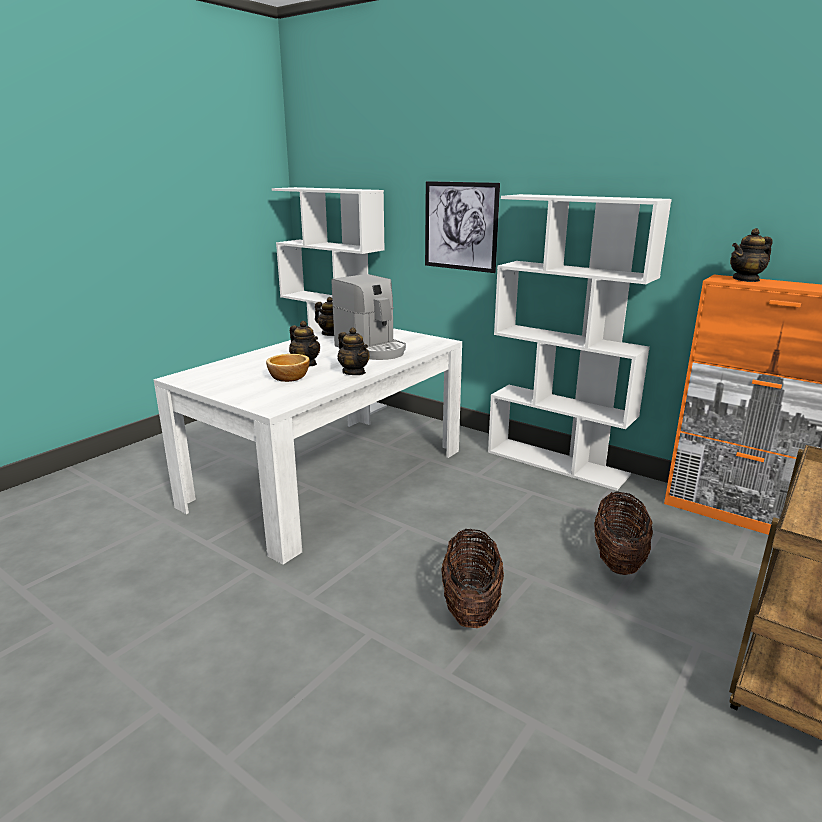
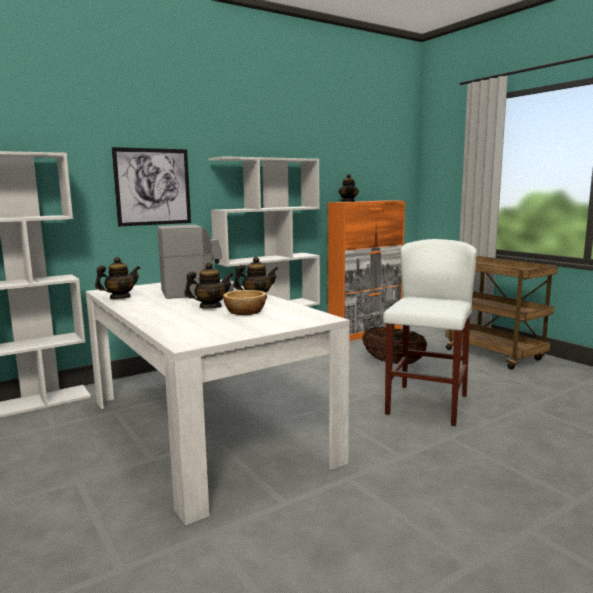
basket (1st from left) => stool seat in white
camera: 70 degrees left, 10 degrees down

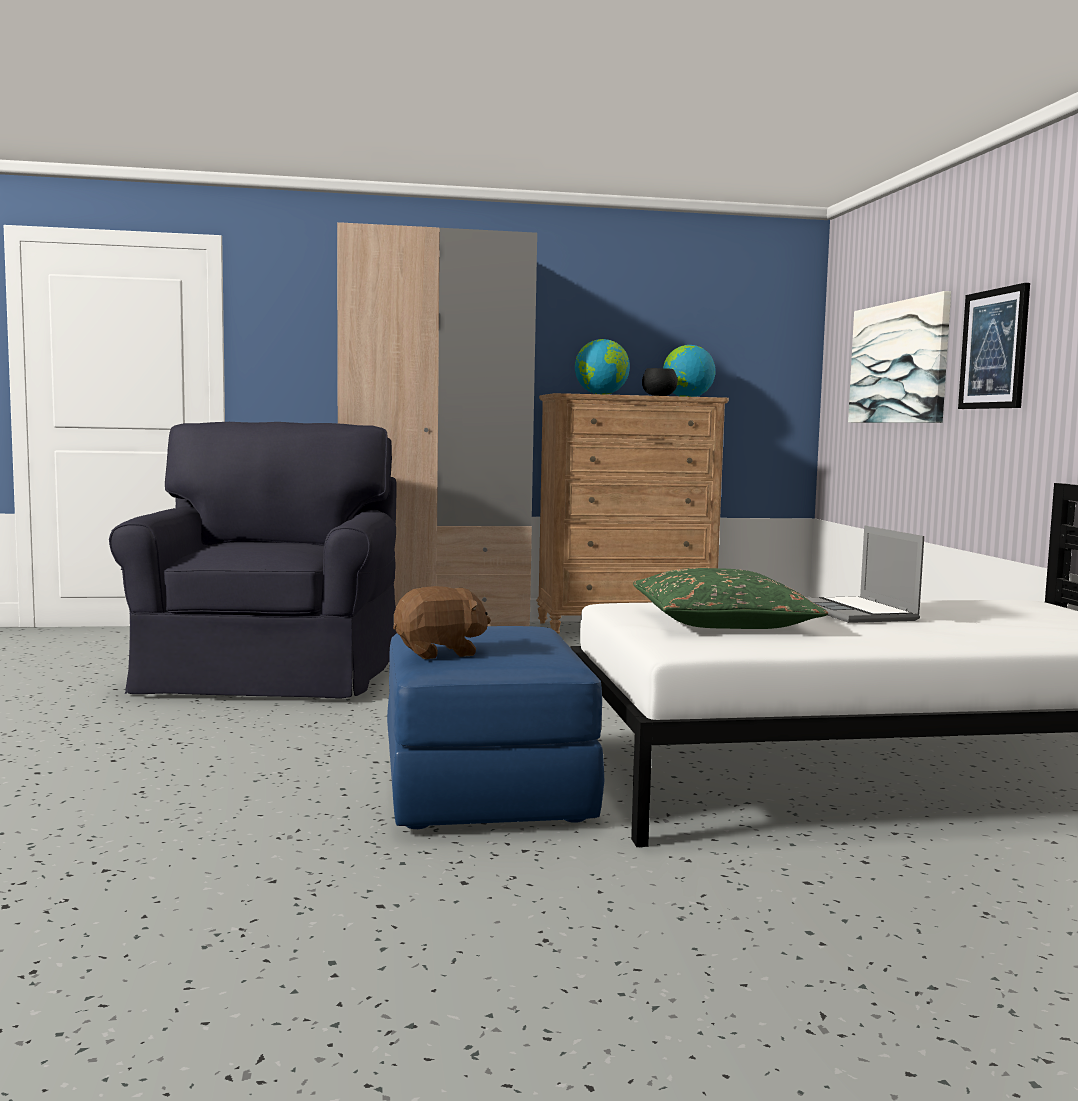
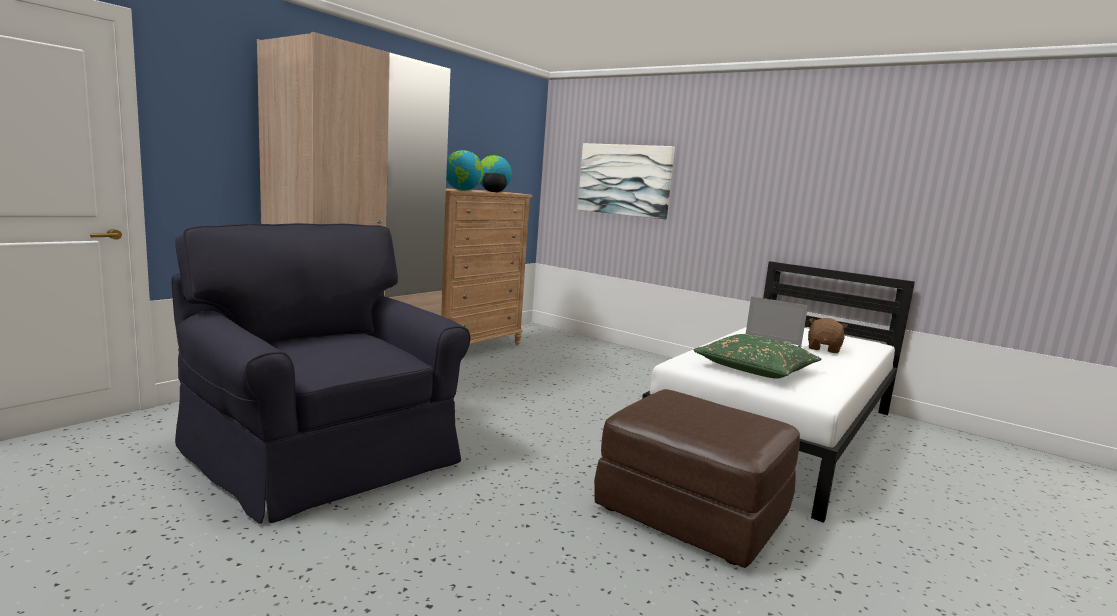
wall picture (2nd from left) => nothing
cuddly toy in brown, move
footrest in blue-coloured => footrest in brown
camera: 45 degrees left, 5 degrees up

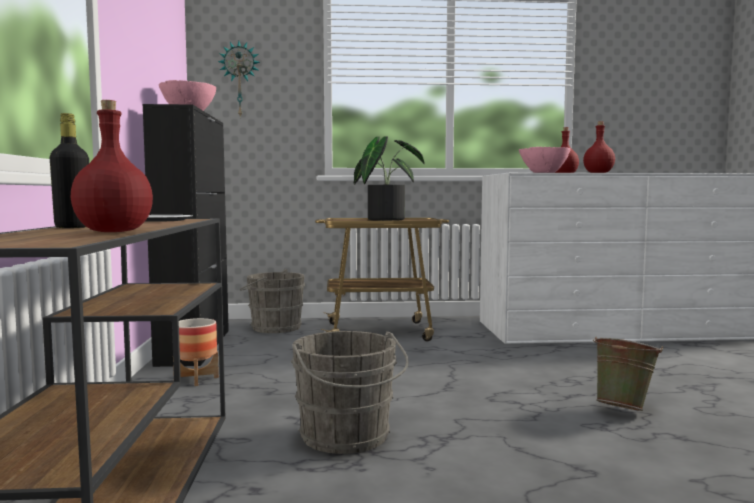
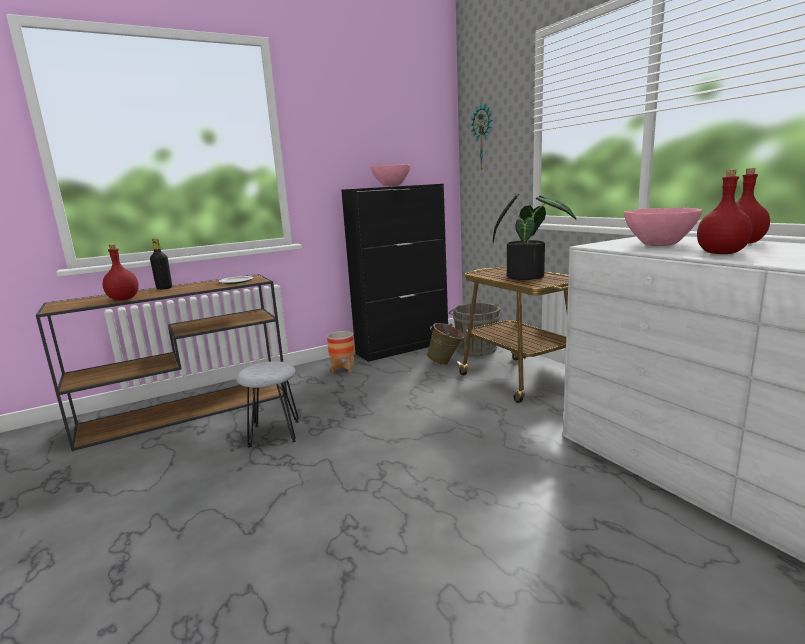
bucket in green, move
bucket in grey (2nd from left) => stool seat in grey
camera: 65 degrees right, 10 degrees up

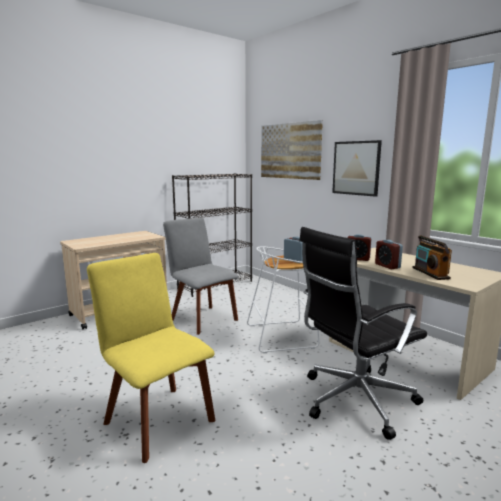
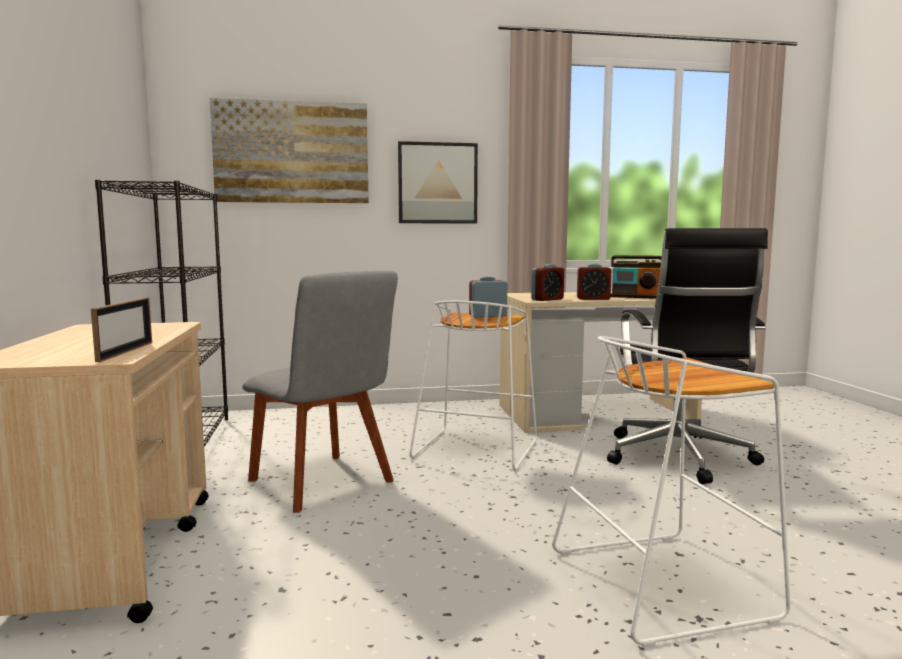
nothing => photo frame
chair in yellow => stool seat in white (2nd from left)
chair in grey, 120 degrees counterclockwise
camera: 60 degrees left, 5 degrees down

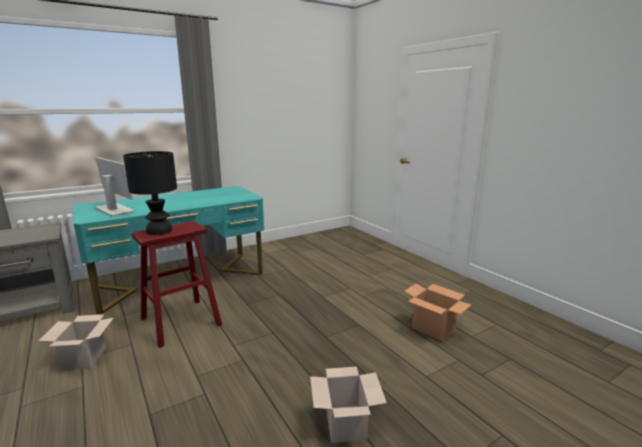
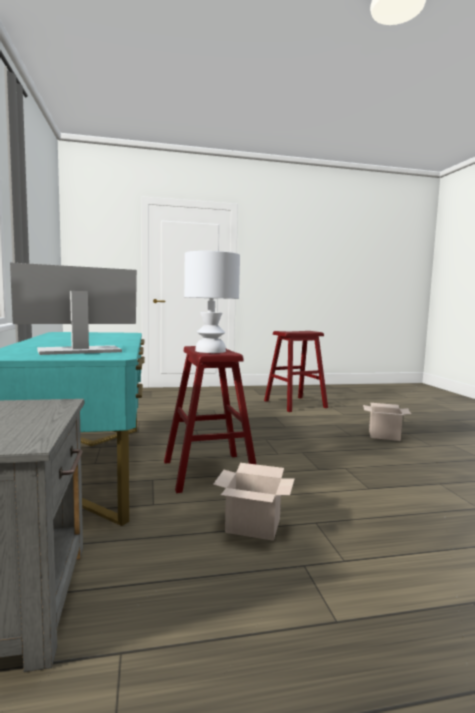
carton (3rd from left) => stool seat in red-coloured (2nd from left)
table lamp in blackish => table lamp in white
camera: 70 degrees left, 10 degrees down

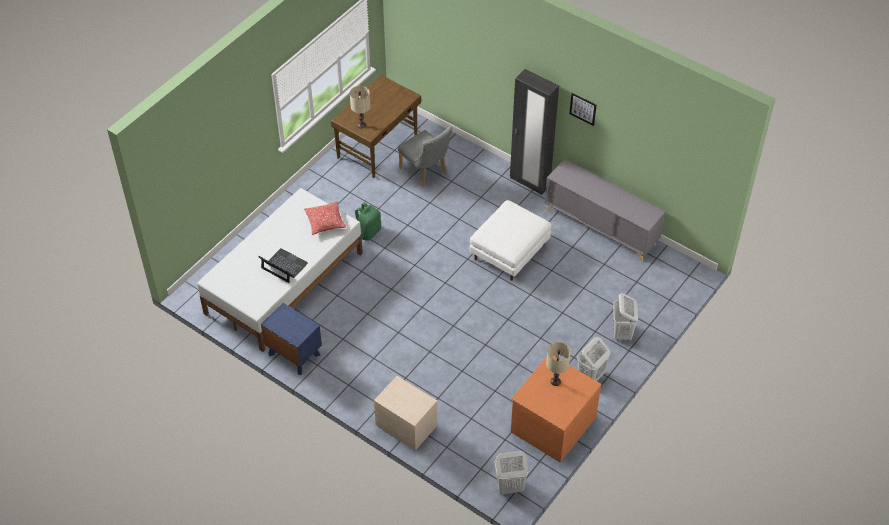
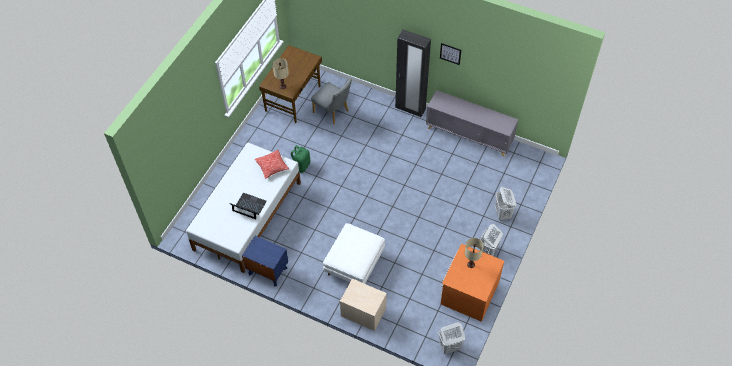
footrest in white, move
camera: 10 degrees left, 5 degrees up

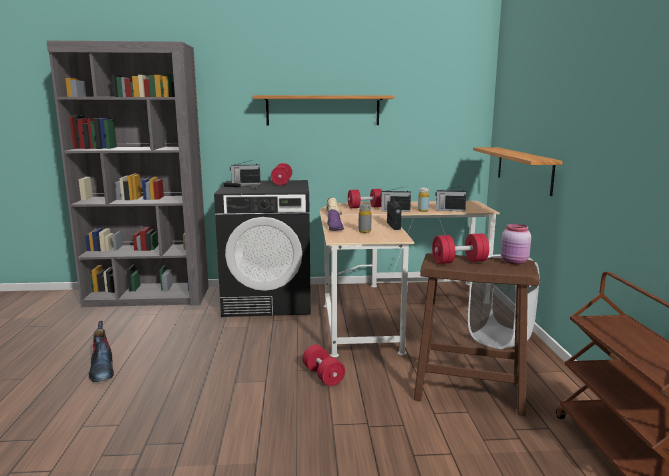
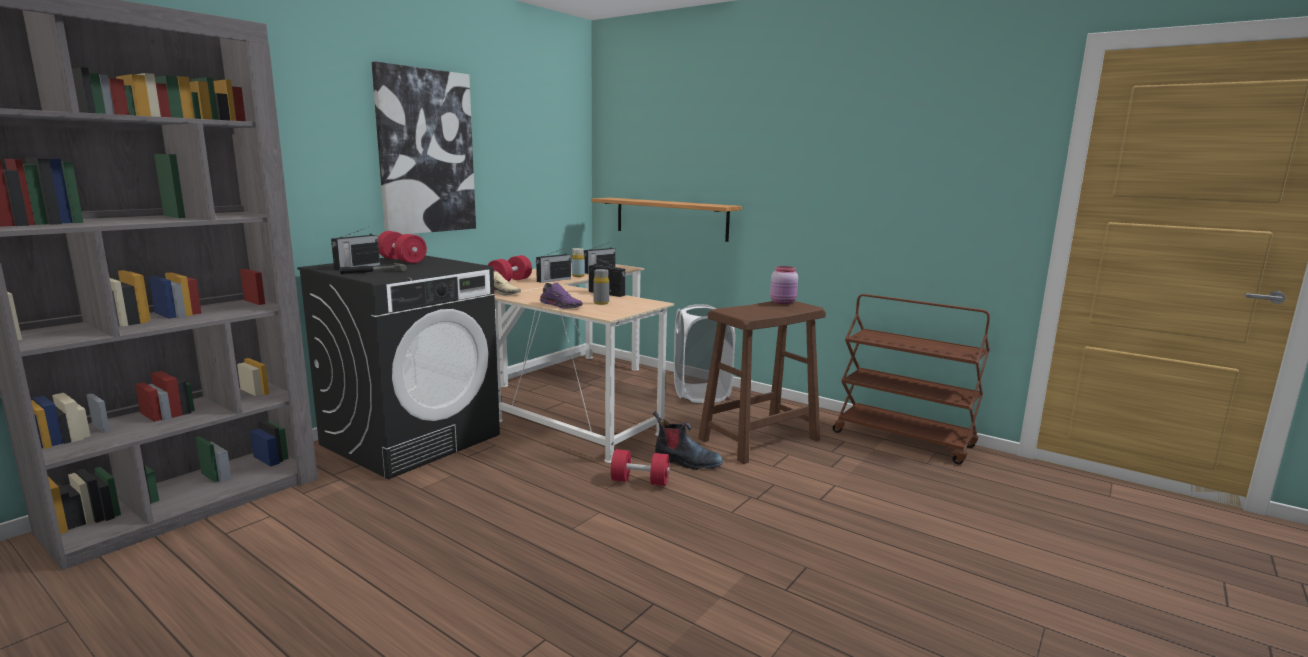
hand weight in red-coloured (4th from left) => nothing
tall boot, move
wall shelf (1st from left) => wall picture
camera: 50 degrees left, 0 degrees up

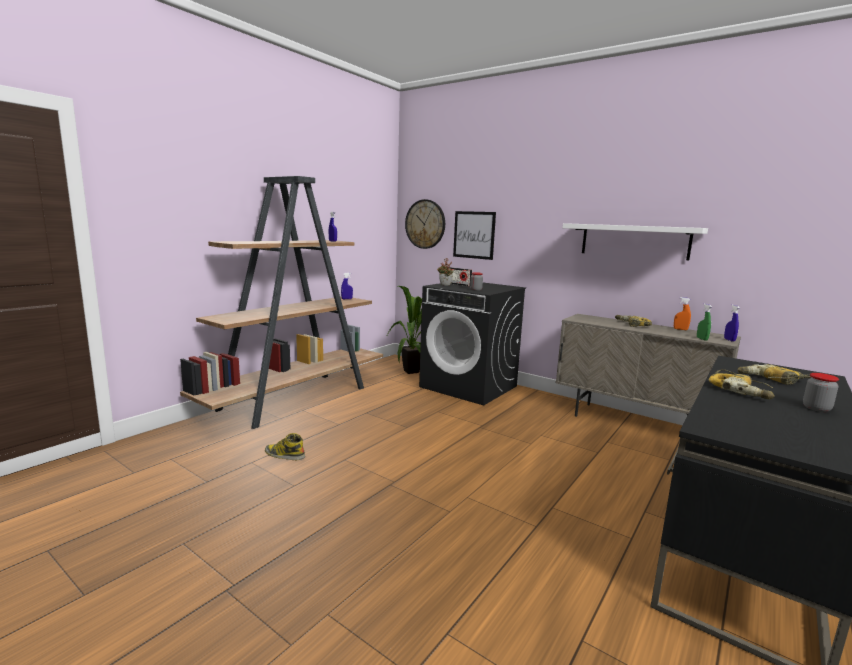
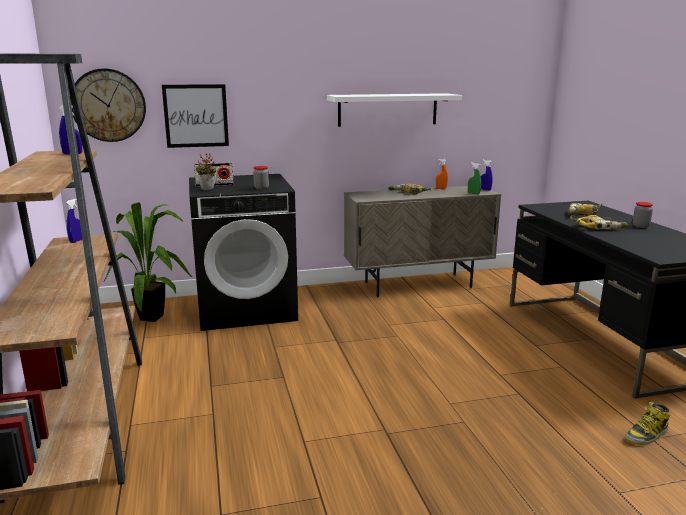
tall boot, move
camera: 50 degrees left, 5 degrees up

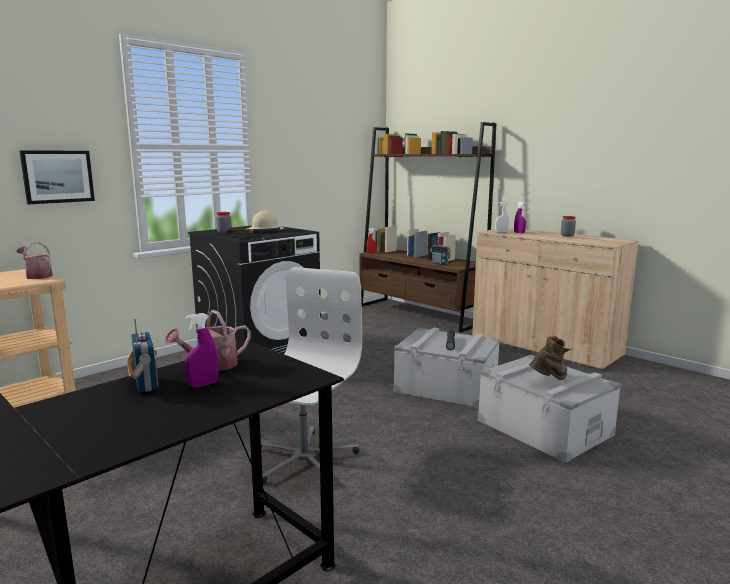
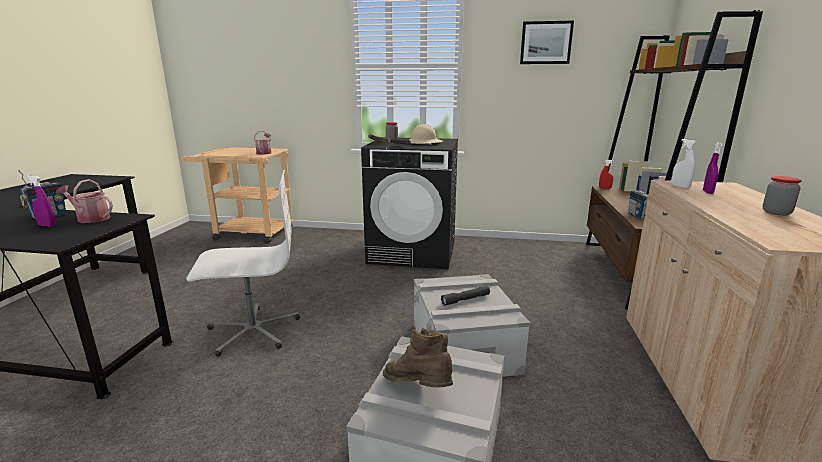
wall picture, move
tall boot in brown, 150 degrees counterclockwise
camera: 55 degrees right, 5 degrees up

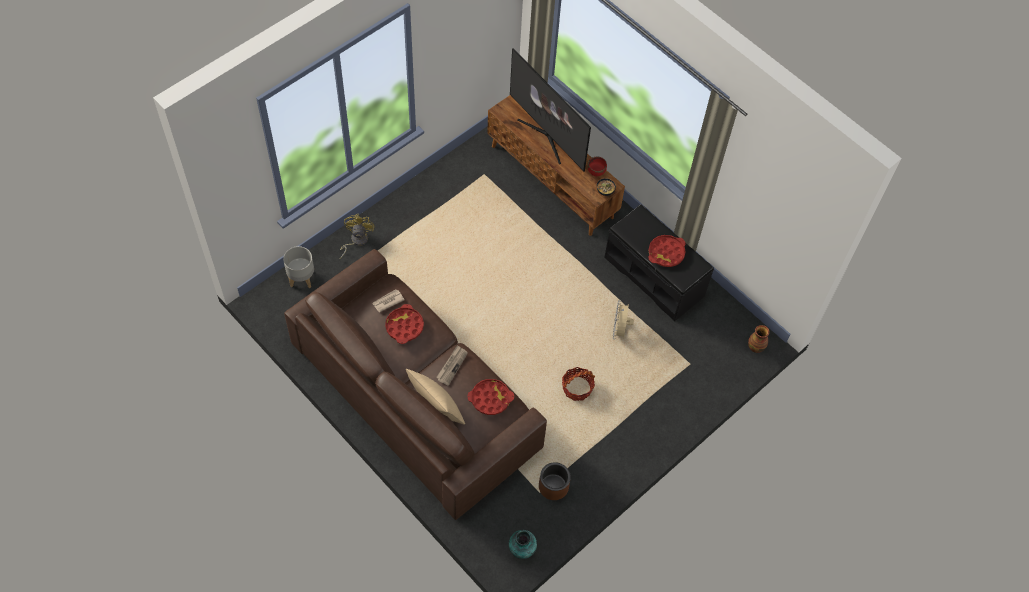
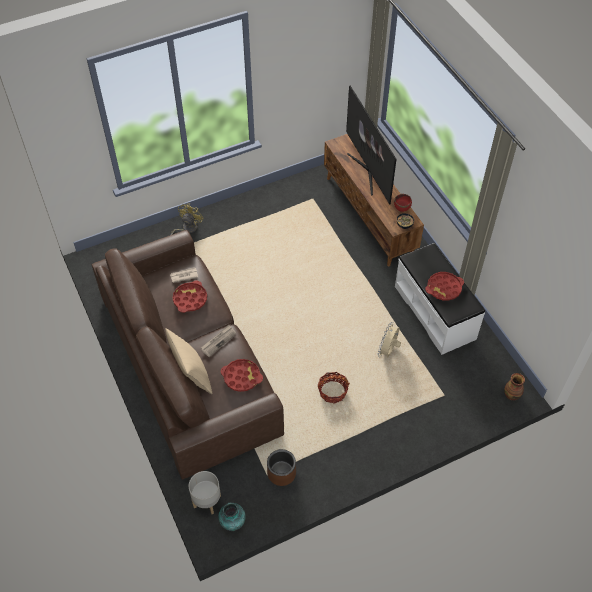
flower pot in grey, move
bench in blackish => bench in white
camera: 20 degrees right, 5 degrees down

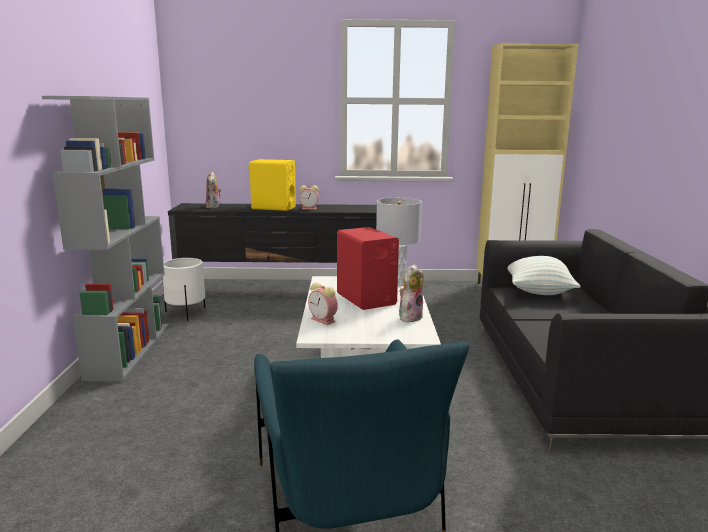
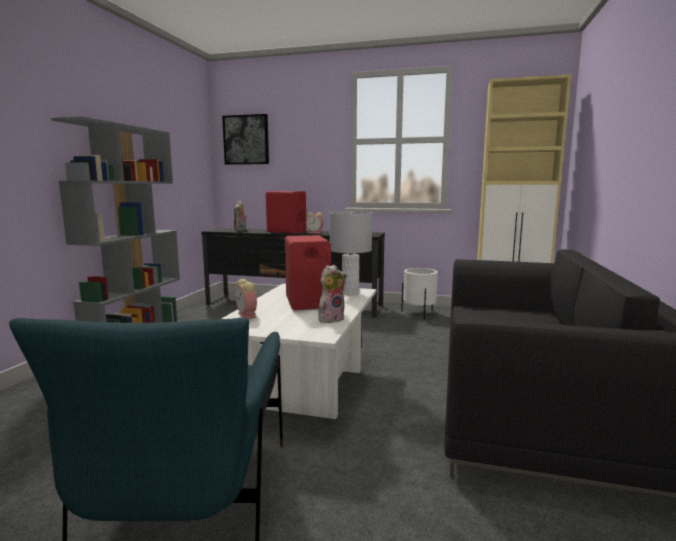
cushion => nothing
nothing => wall picture
flower pot in white, move
loudspeaker in yellow => loudspeaker in red-coloured (1st from left)
camera: 15 degrees right, 5 degrees down

